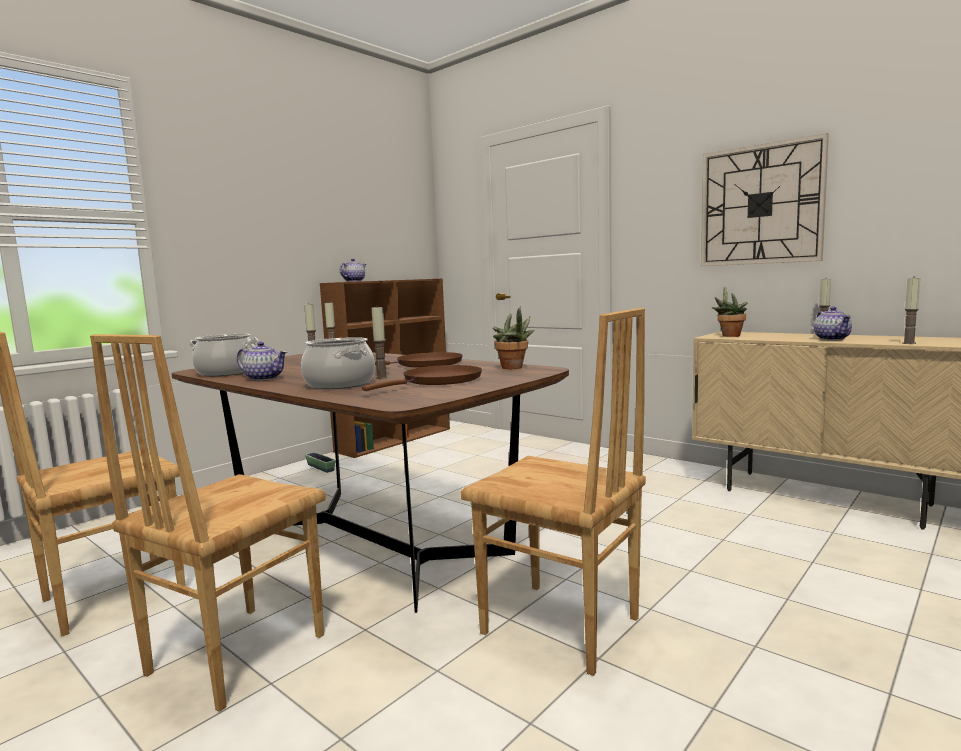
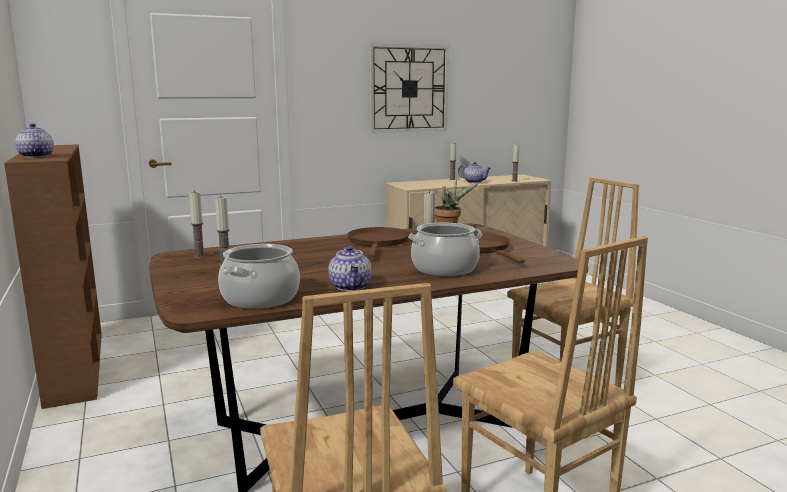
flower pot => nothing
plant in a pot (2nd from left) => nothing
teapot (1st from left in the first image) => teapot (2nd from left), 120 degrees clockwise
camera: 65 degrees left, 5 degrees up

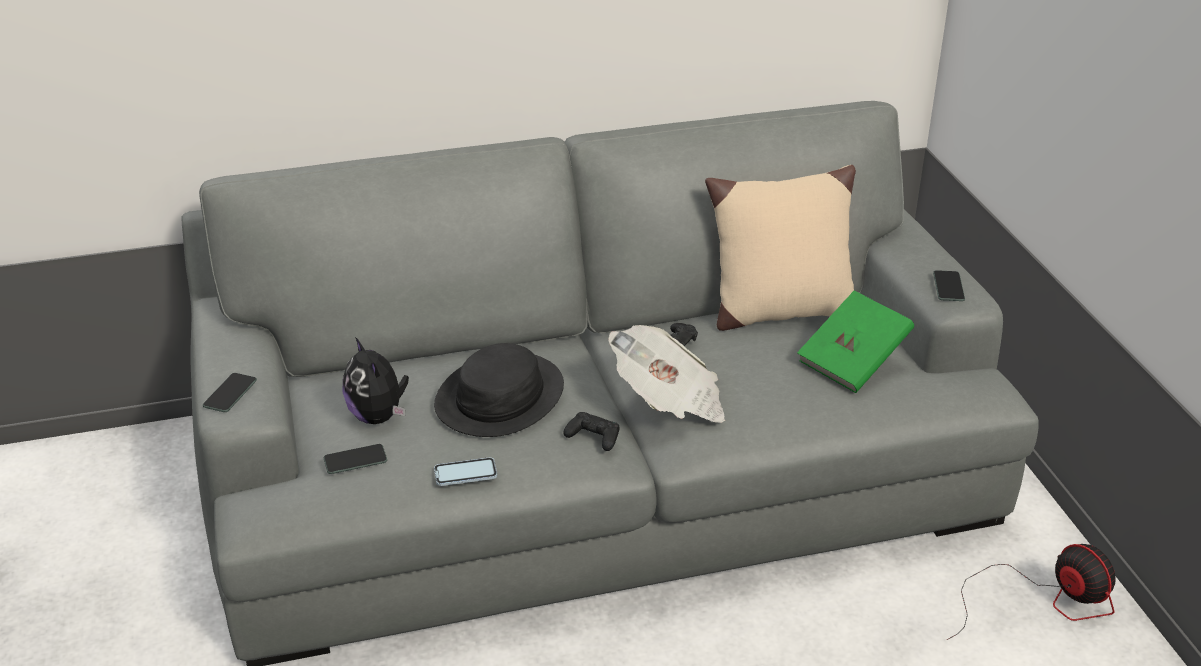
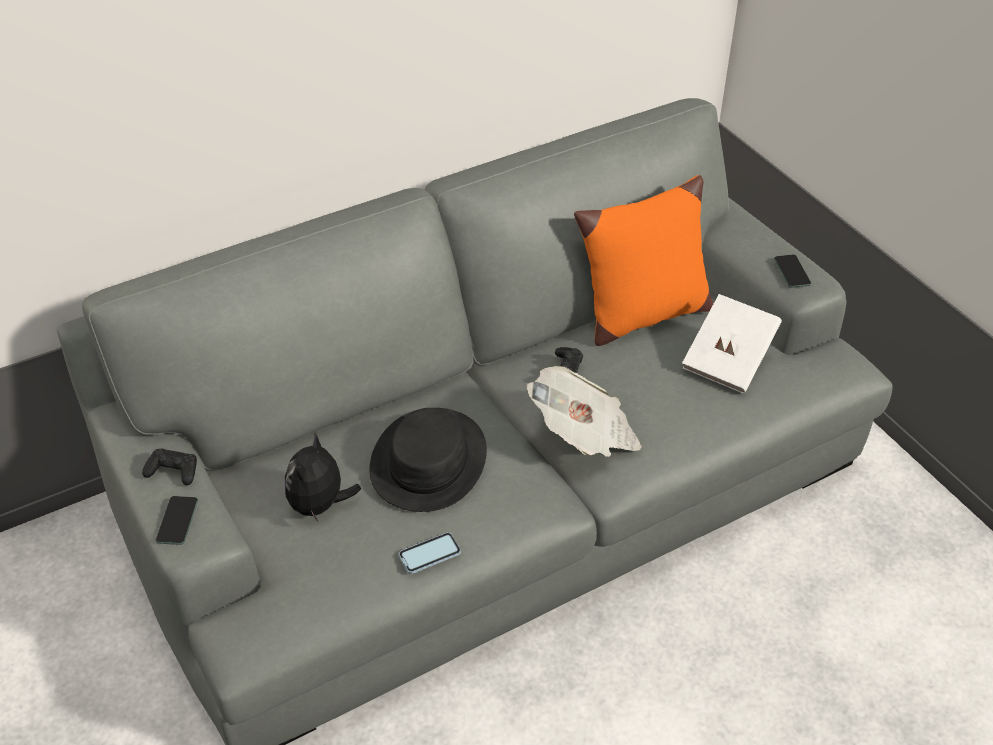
telephone (2nd from left) => nothing
cooling fan => nothing
joypad in blackish (1st from left), move
cushion in sand-coloured => cushion in orangey
book in green => book in white
cuddly toy, 60 degrees clockwise
camera: 15 degrees left, 10 degrees up

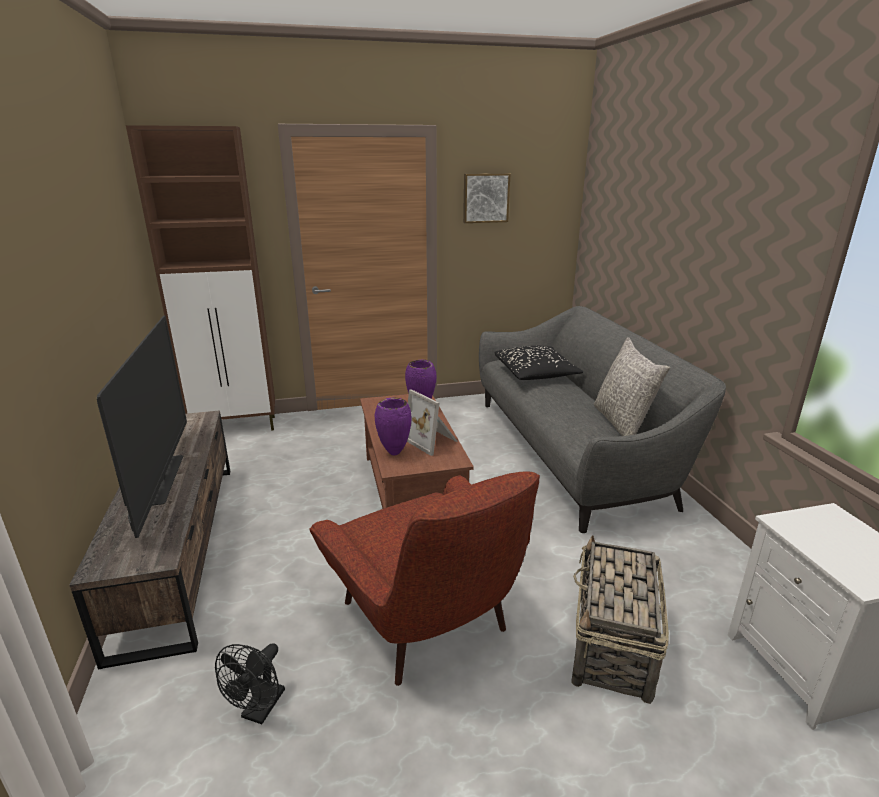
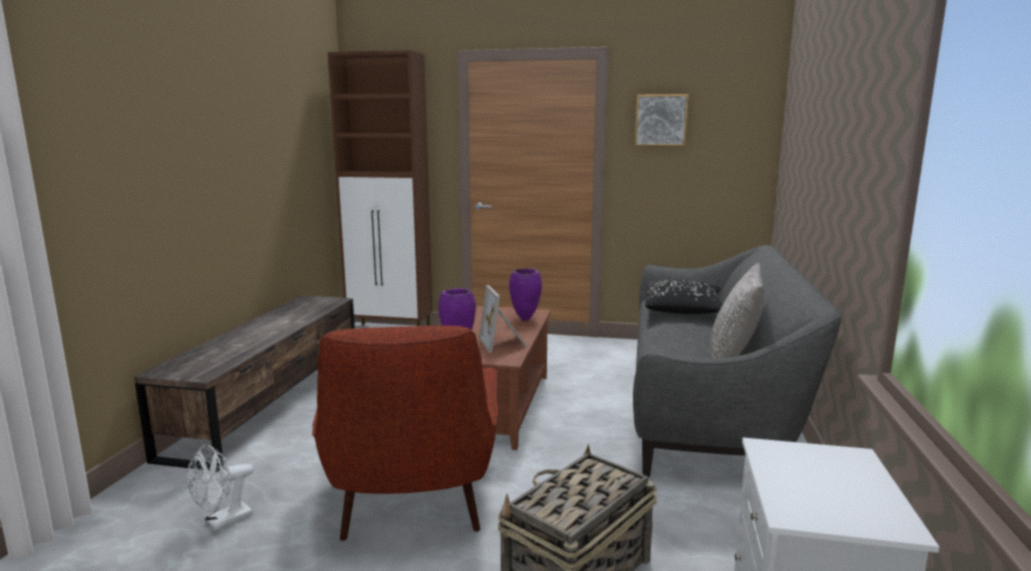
TV set => nothing
cooling fan in blackish => cooling fan in white
camera: 25 degrees right, 10 degrees down

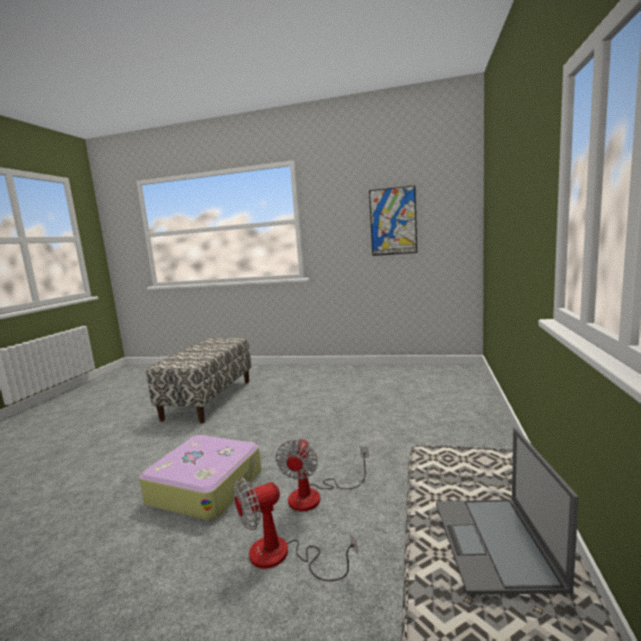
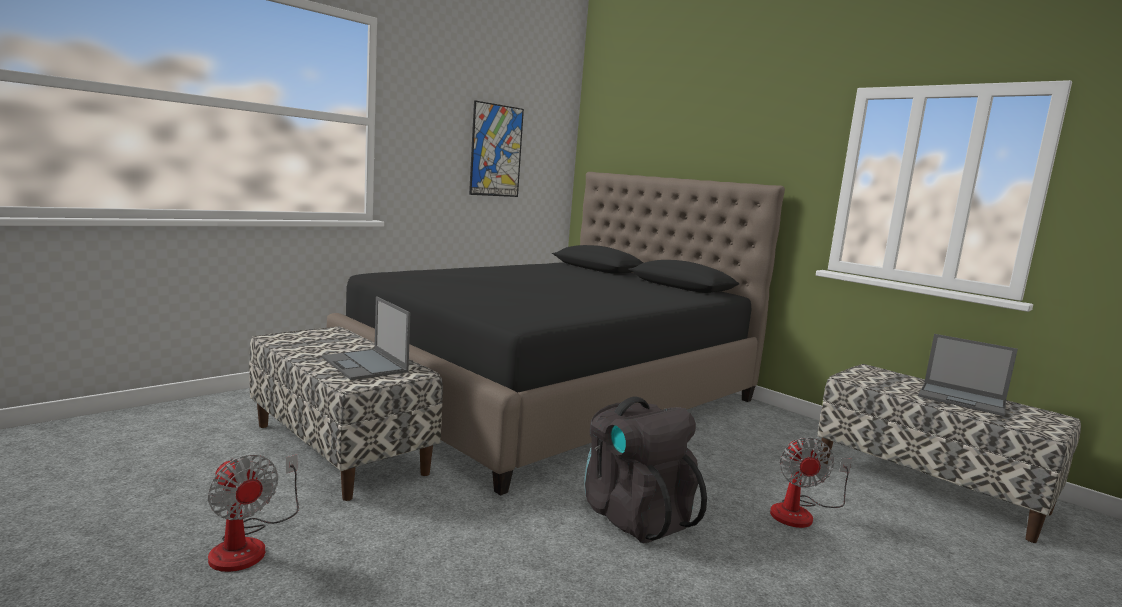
nothing => portable computer (1st from left)
nothing => sleeping bed in blackish
cooling fan (2nd from left in the first image) => cooling fan (1st from left), move
travel case => backpack in blackish
camera: 60 degrees left, 0 degrees up

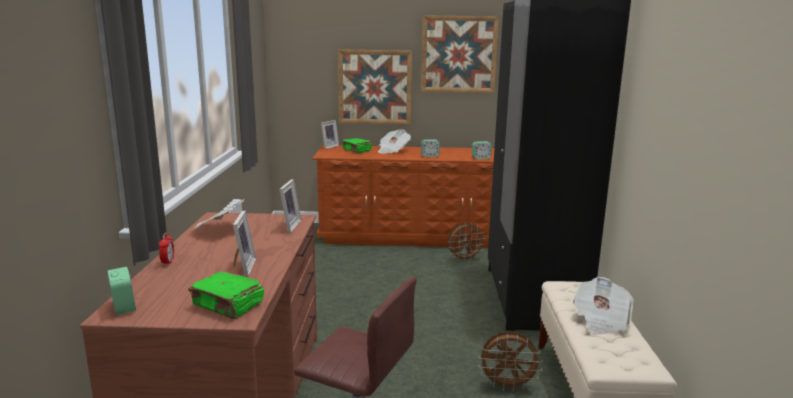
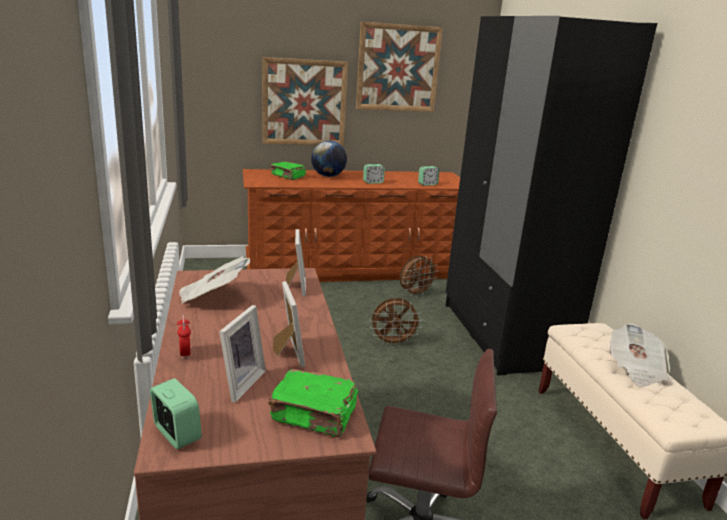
photo frame (3rd from left in the first image) => photo frame (1st from left), move
cooling fan in brown (2nd from left in the first image) => cooling fan in brown (1st from left), move
daily paper (2nd from left) => globe
camera: 15 degrees left, 5 degrees up

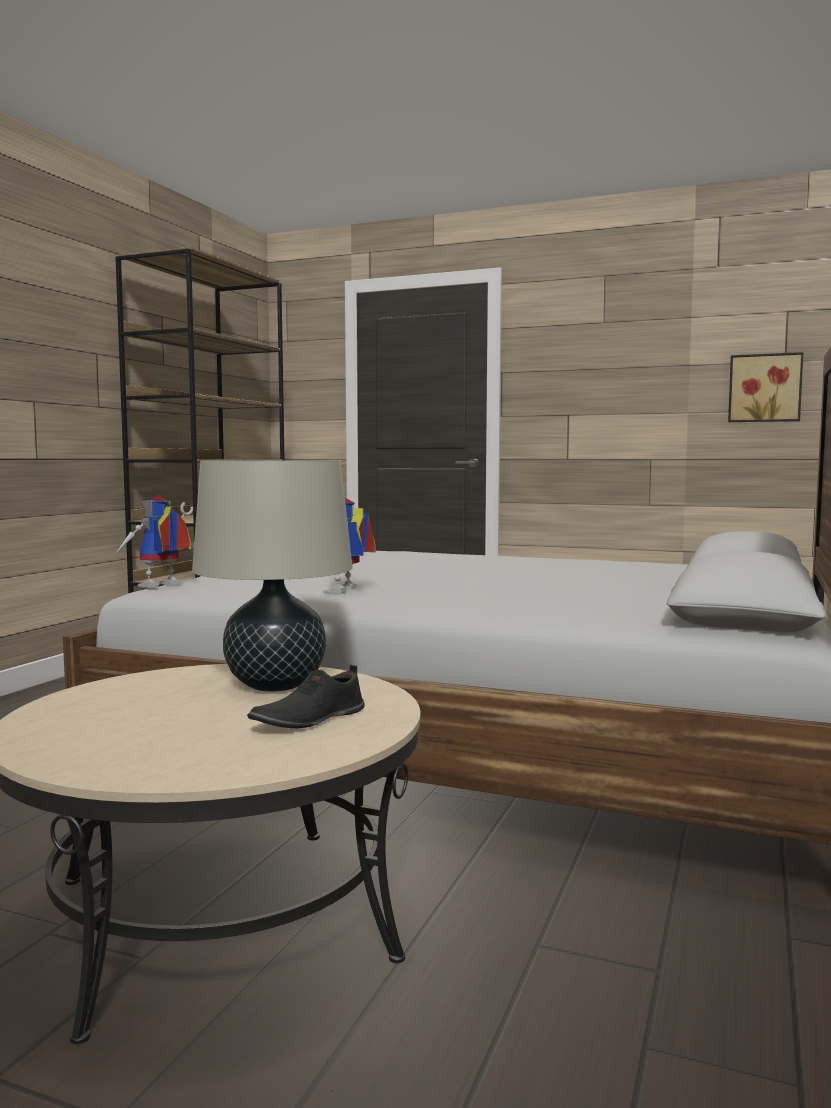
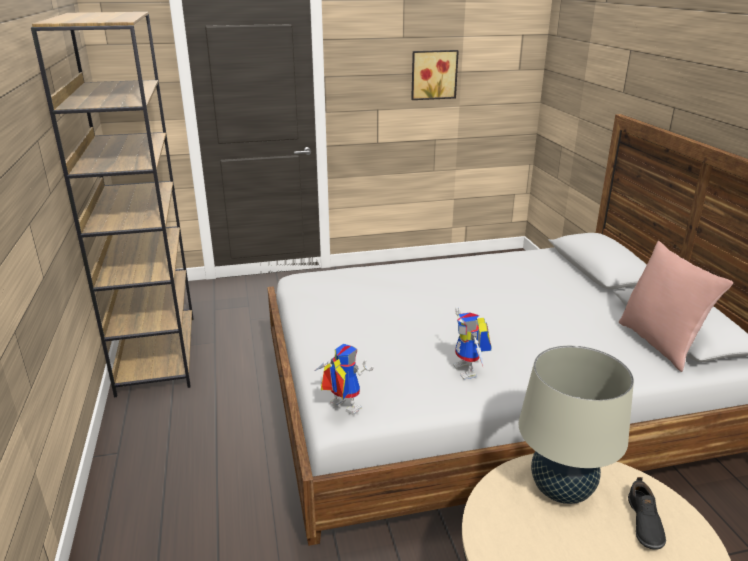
nothing => cushion in pink-coloured
wall picture, move
model robot (1st from left), 120 degrees clockwise
camera: 35 degrees left, 20 degrees up

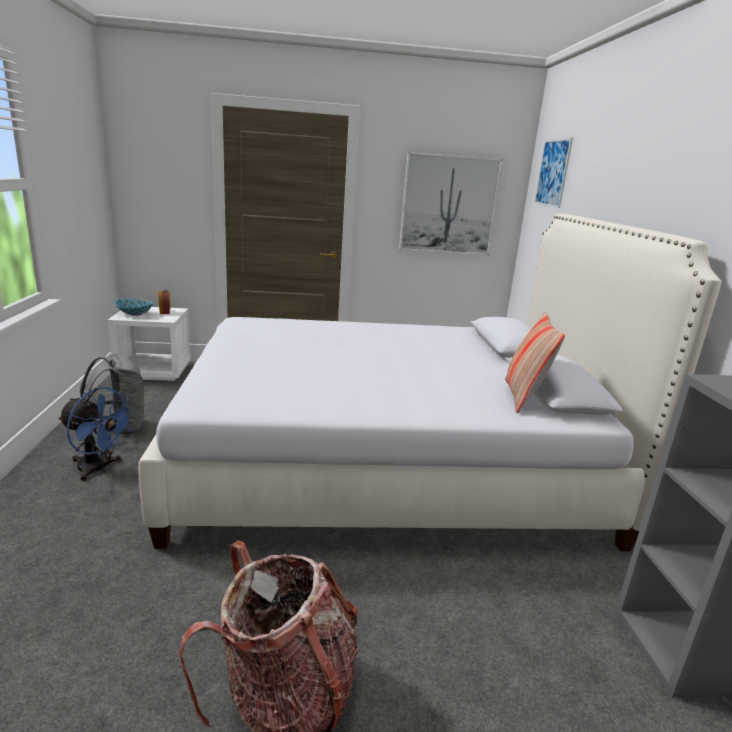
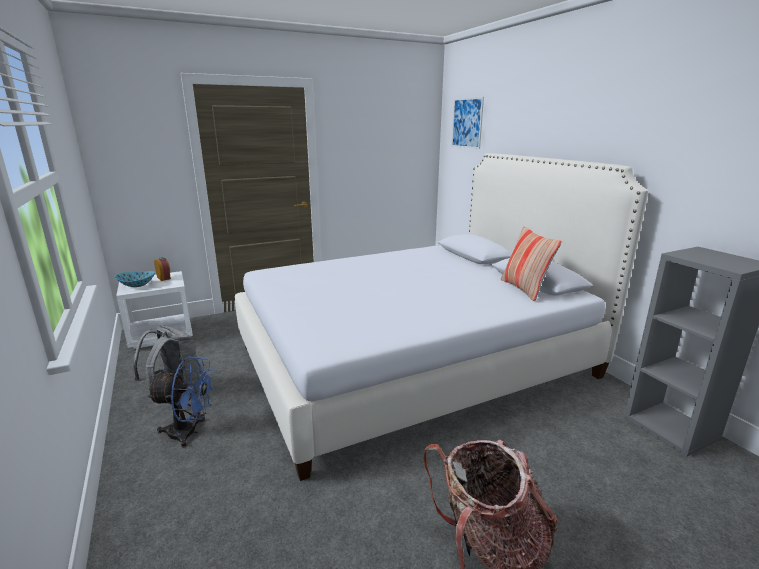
wall picture (1st from left) => nothing
camera: 20 degrees left, 0 degrees up

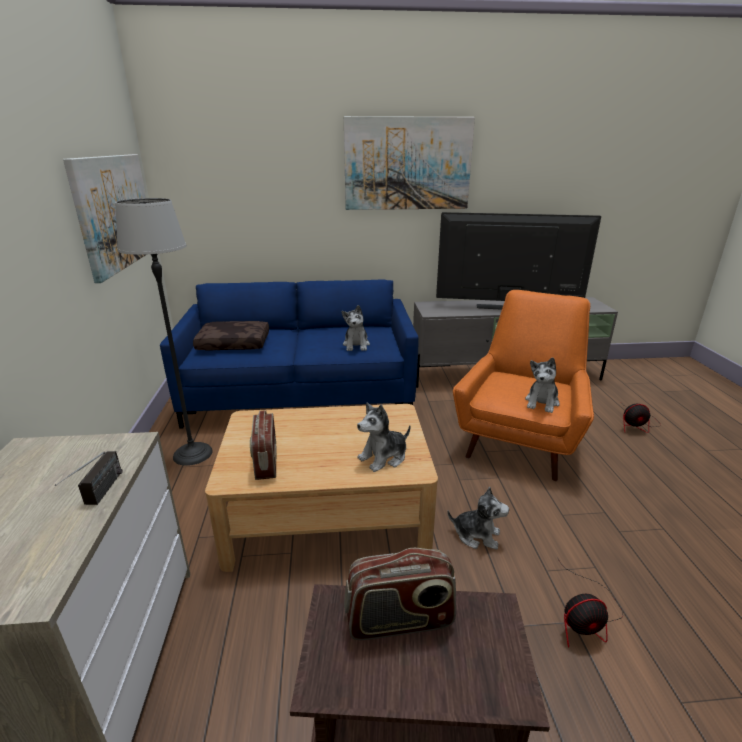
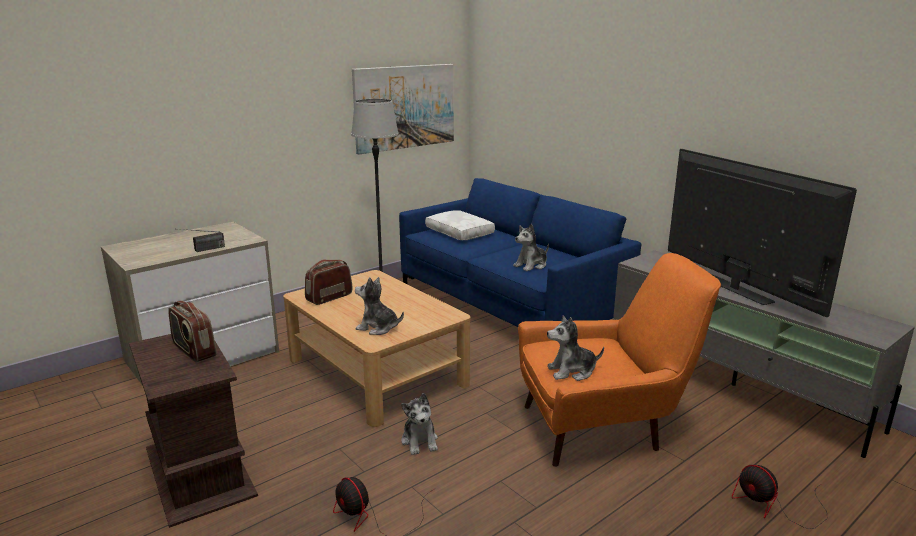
wall picture (2nd from left) => nothing
cushion in brown => cushion in white
camera: 55 degrees right, 5 degrees down

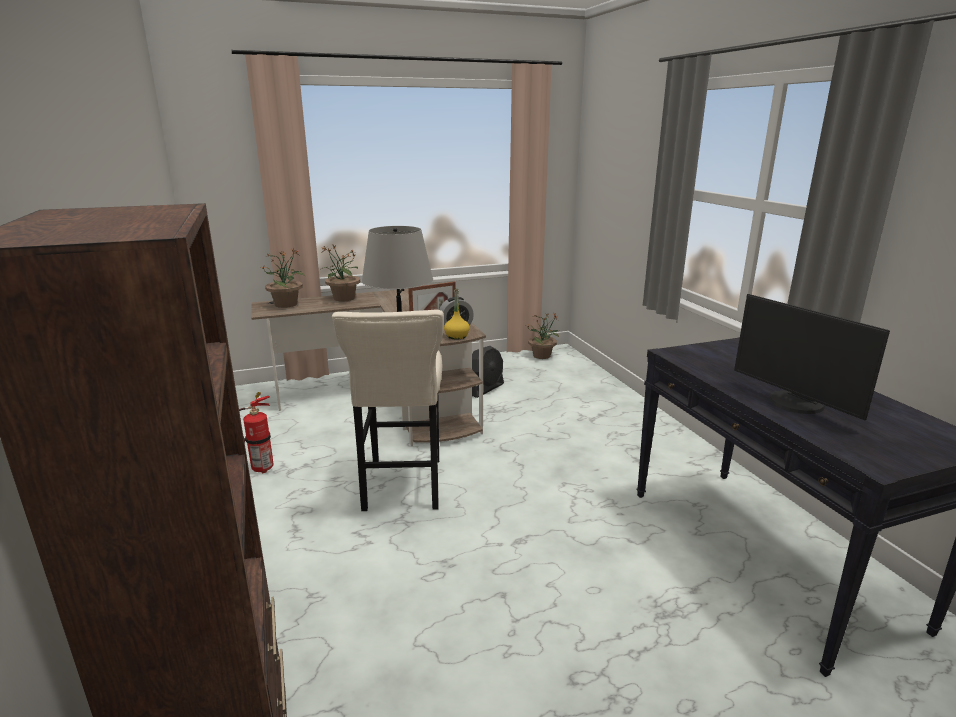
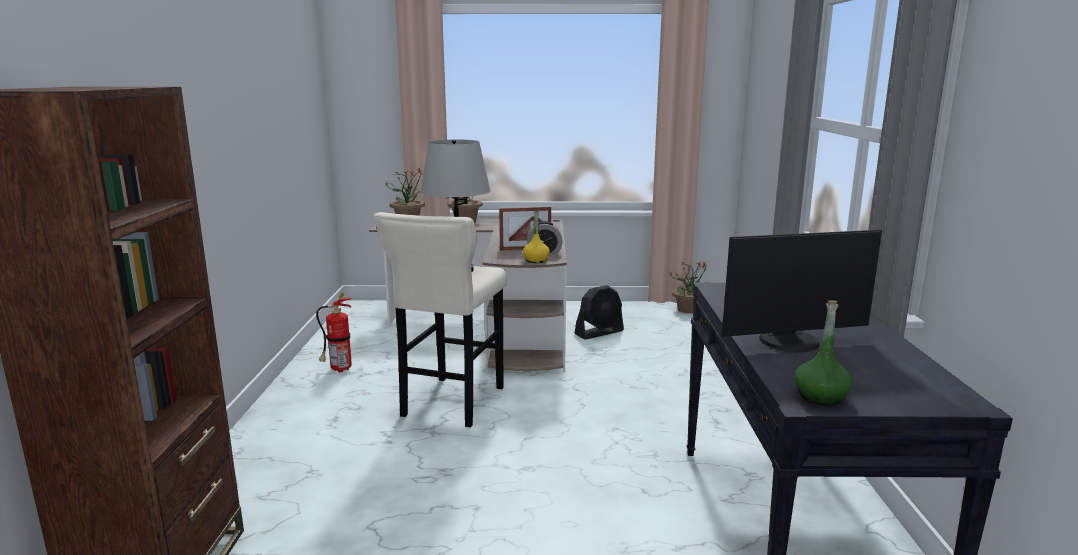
nothing => bottle in green
computer display, 90 degrees counterclockwise
camera: 20 degrees right, 5 degrees down

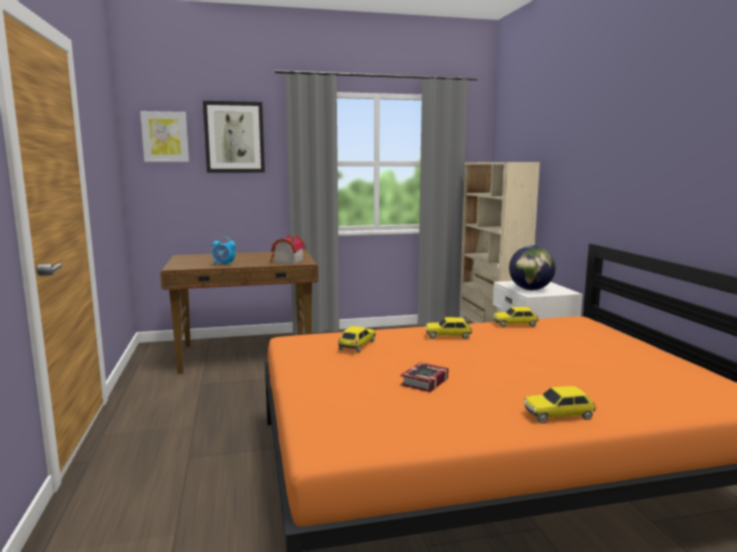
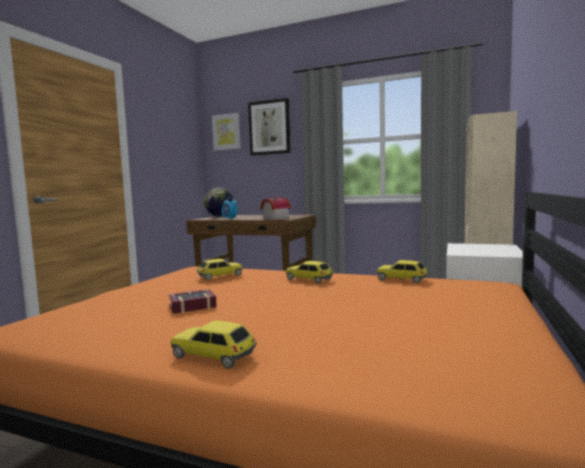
globe, move
camera: 35 degrees right, 5 degrees down

